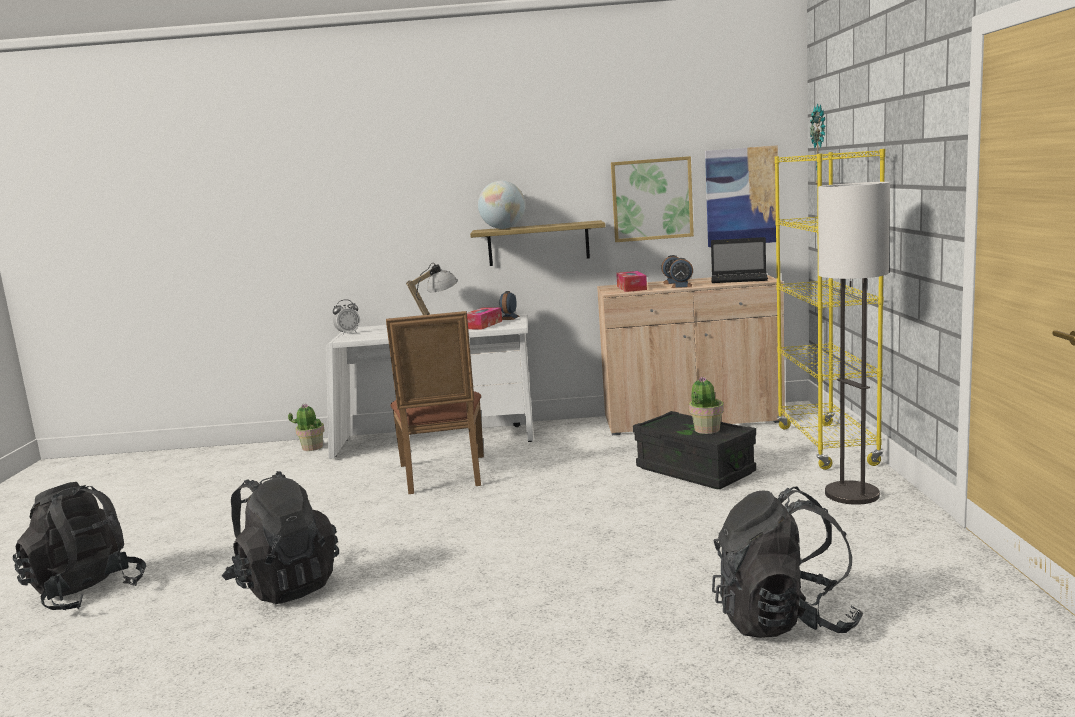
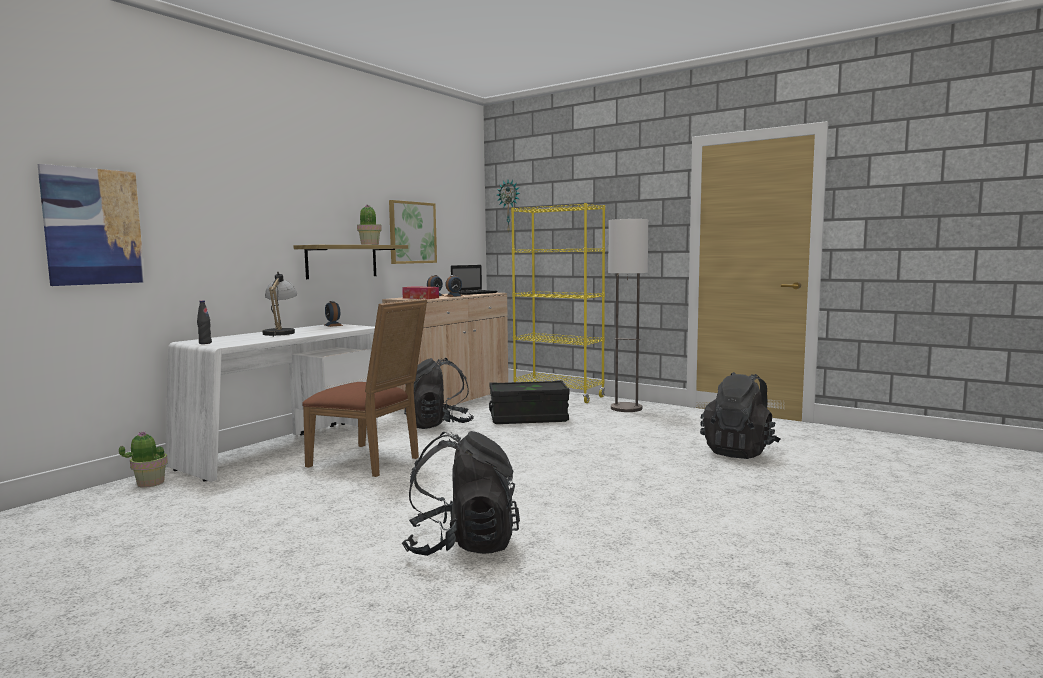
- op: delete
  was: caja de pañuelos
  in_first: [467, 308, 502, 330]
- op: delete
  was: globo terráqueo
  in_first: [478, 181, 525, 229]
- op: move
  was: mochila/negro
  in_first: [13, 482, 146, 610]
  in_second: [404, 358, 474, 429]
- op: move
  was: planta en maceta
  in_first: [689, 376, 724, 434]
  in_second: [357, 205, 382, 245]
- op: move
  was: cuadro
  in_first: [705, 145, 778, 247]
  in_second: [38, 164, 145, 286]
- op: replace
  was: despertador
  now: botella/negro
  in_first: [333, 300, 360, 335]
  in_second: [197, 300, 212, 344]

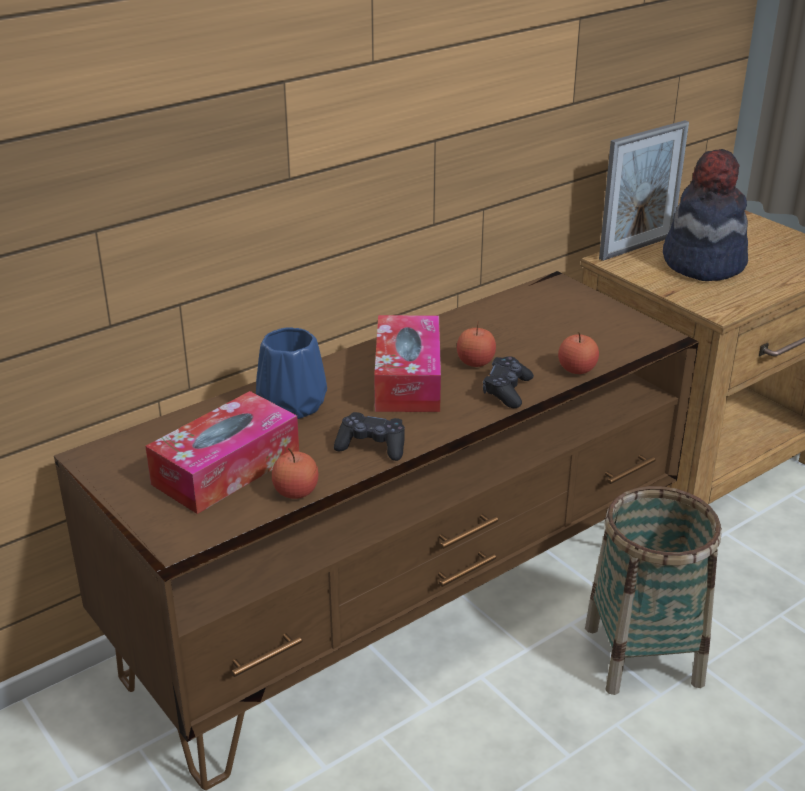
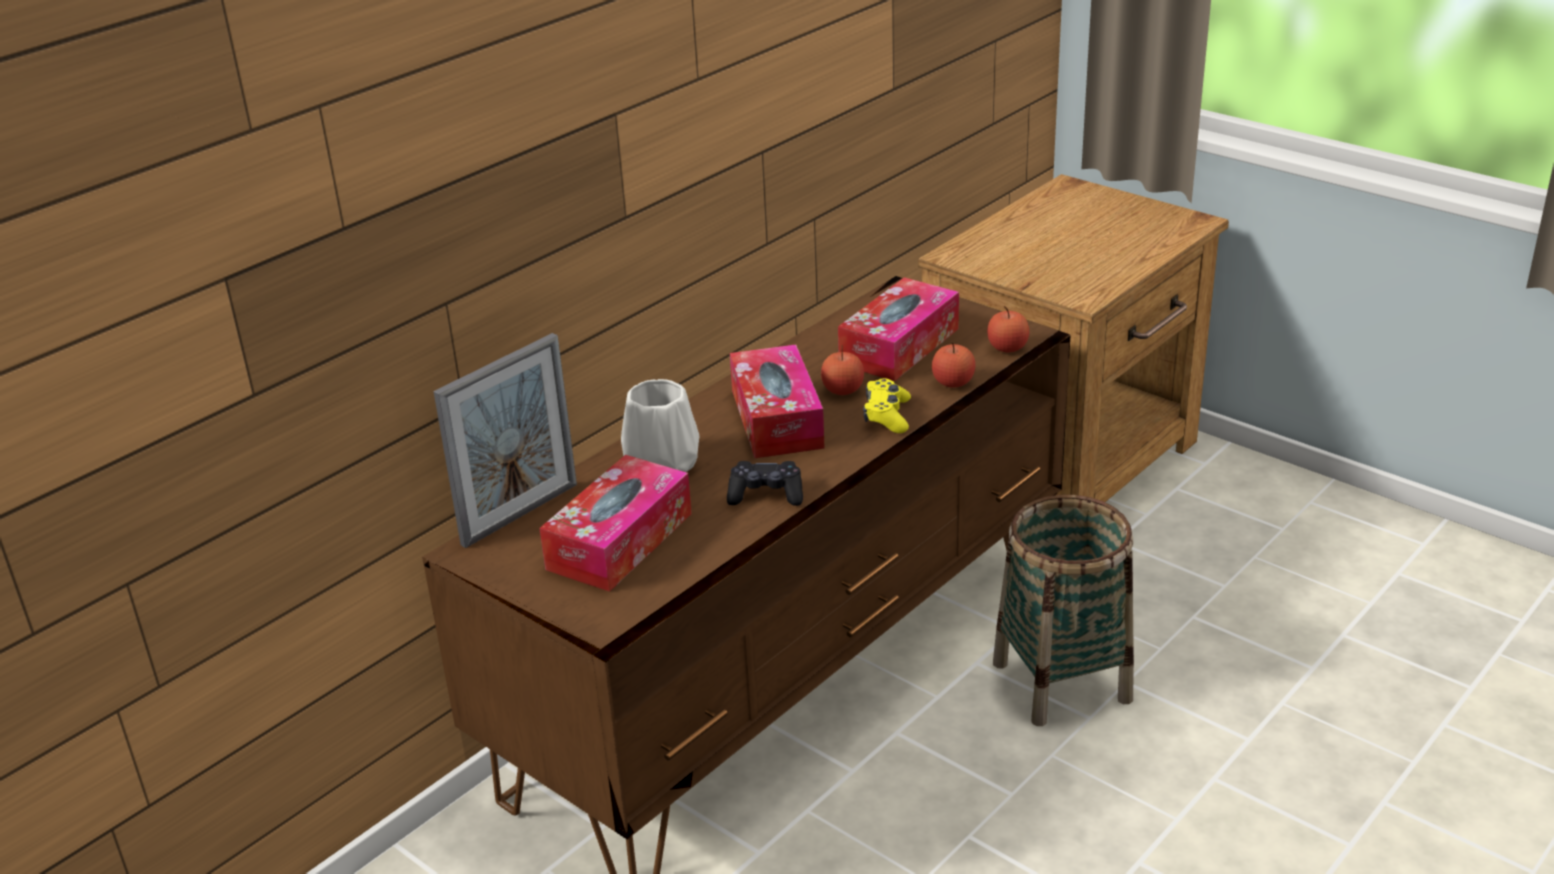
- op: delete
  was: sombrero
  in_first: [663, 149, 748, 281]
- op: insert
  now: caja de pañuelos
  in_second: [838, 277, 959, 381]
- op: move
  was: manzana
  in_first: [272, 448, 318, 499]
  in_second: [987, 306, 1029, 352]
- op: move
  was: portarretratos
  in_first: [599, 120, 689, 261]
  in_second: [433, 333, 577, 548]
- op: recolor
  was: florero/azul
  now: florero/blanco
  in_first: [256, 328, 327, 419]
  in_second: [621, 379, 699, 472]
- op: recolor
  was: mando de consola/negro
  now: mando de consola/amarillo
  in_first: [483, 356, 534, 408]
  in_second: [863, 378, 911, 433]

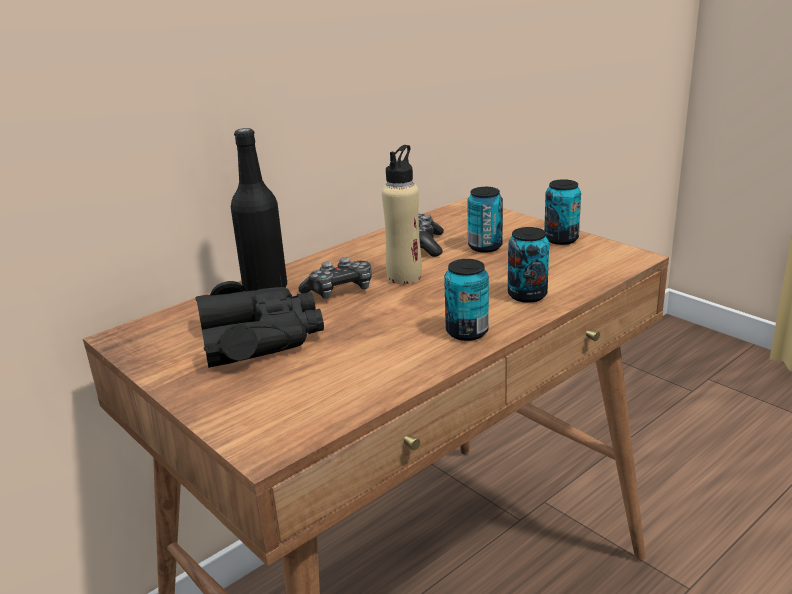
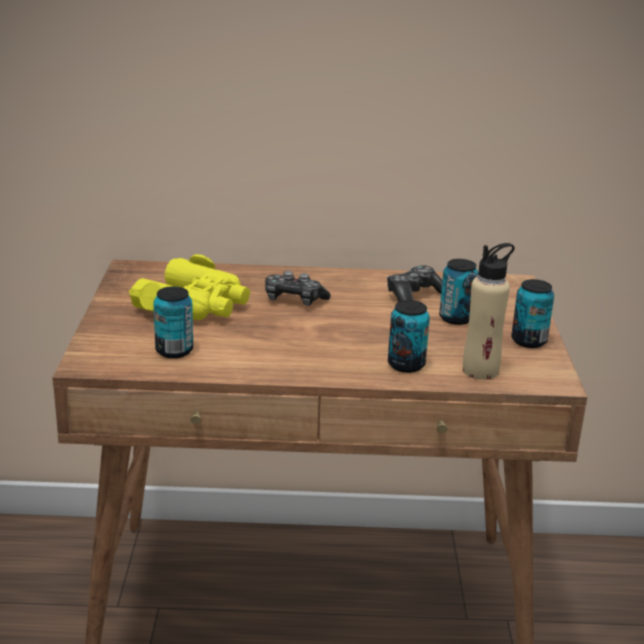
- op: delete
  was: botella/negro
  in_first: [231, 128, 287, 291]
- op: move
  was: botella/beis
  in_first: [382, 145, 422, 284]
  in_second: [463, 243, 515, 380]
- op: move
  was: lata
  in_first: [444, 259, 489, 341]
  in_second: [153, 286, 193, 358]
- op: recolor
  was: prismáticos/negro
  now: prismáticos/amarillo
  in_first: [196, 281, 324, 368]
  in_second: [129, 254, 250, 320]

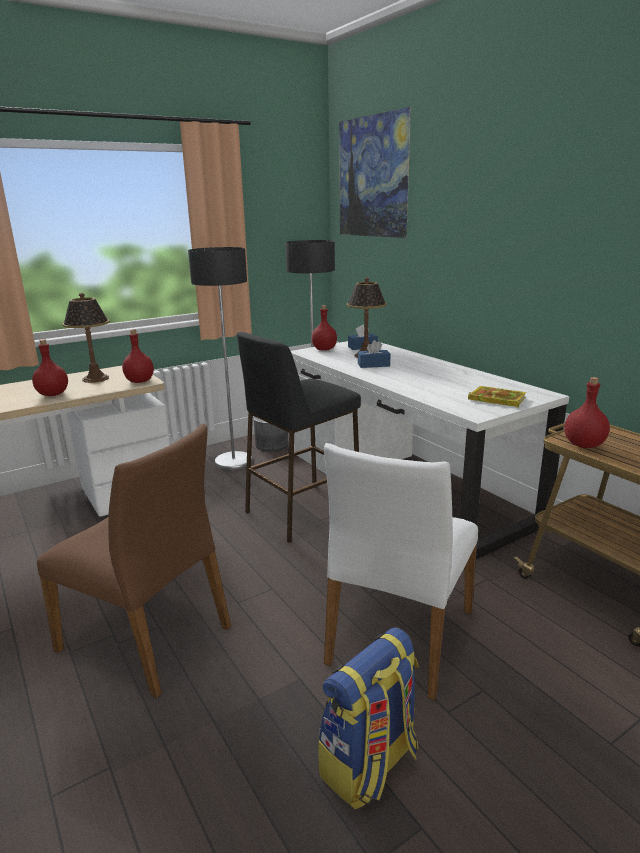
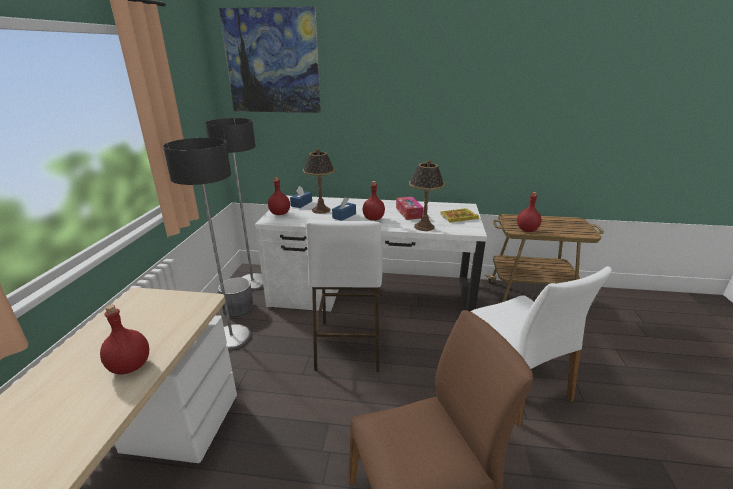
- op: delete
  was: mochila
  in_first: [318, 627, 419, 809]
- op: insert
  now: caja de pañuelos
  in_second: [396, 197, 424, 220]
- op: move
  was: lámpara de mesa
  in_first: [62, 293, 110, 383]
  in_second: [409, 160, 445, 231]
- op: move
  was: botella/rojo
  in_first: [122, 330, 154, 383]
  in_second: [363, 181, 385, 221]
- op: recolor
  was: taburete/negro
  now: taburete/blanco
  in_first: [237, 332, 361, 543]
  in_second: [306, 220, 383, 372]

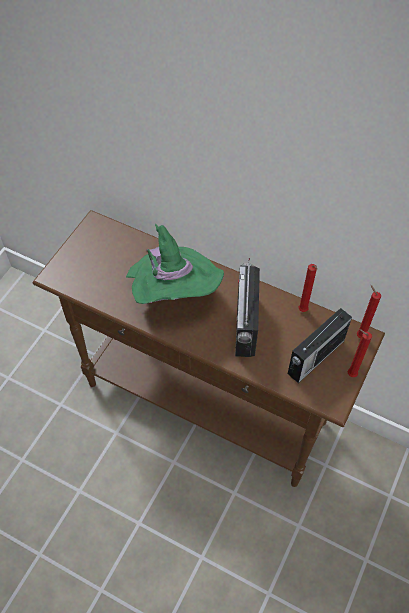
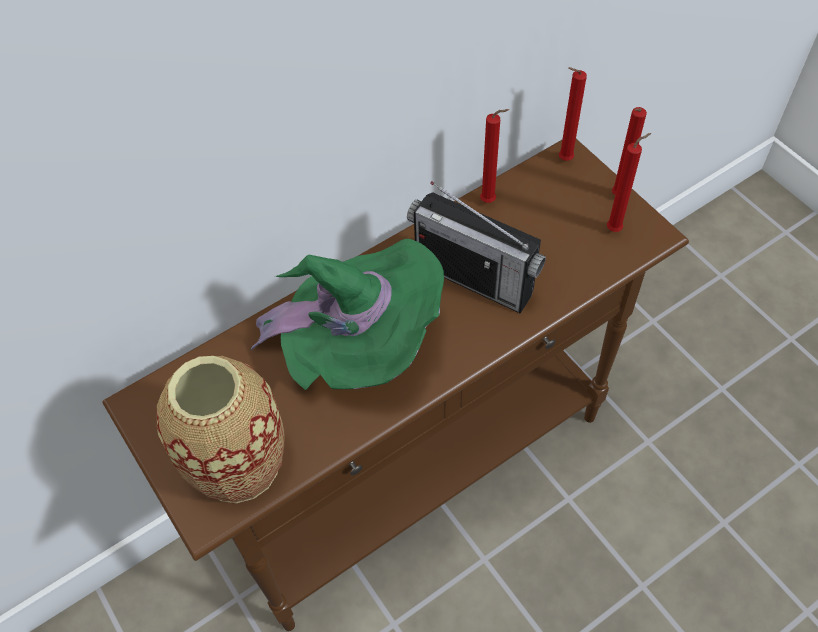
- op: delete
  was: radio
  in_first: [288, 308, 352, 383]
- op: insert
  now: florero
  in_second: [157, 356, 285, 503]
- op: insert
  now: vela/rojo
  in_second: [607, 133, 651, 232]

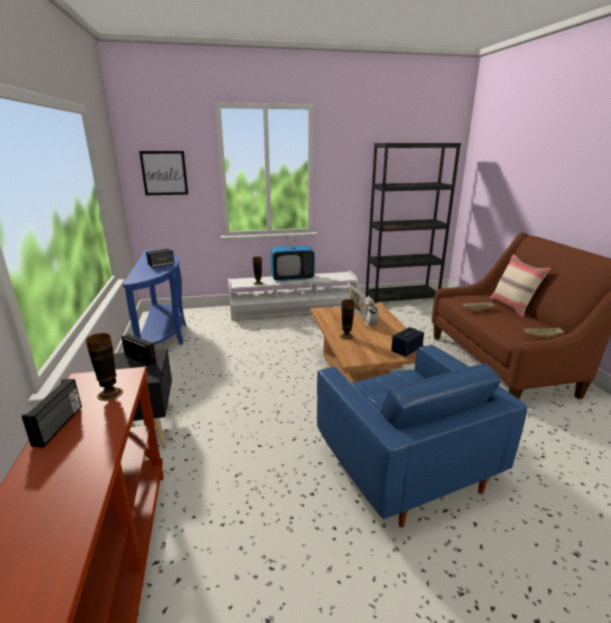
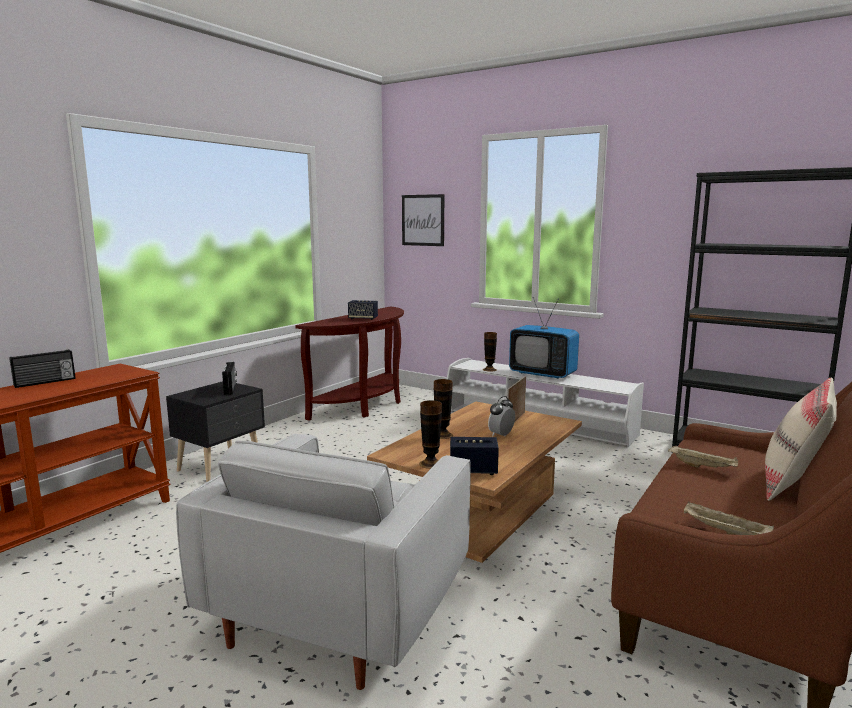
- op: move
  was: florero
  in_first: [86, 333, 123, 401]
  in_second: [419, 400, 442, 469]
- op: recolor
  was: mesa consola/azul
  now: mesa consola/marrón
  in_first: [123, 249, 186, 345]
  in_second: [295, 306, 404, 421]
- op: recolor
  was: sillón/azul
  now: sillón/blanco
  in_first: [317, 345, 527, 527]
  in_second: [176, 434, 471, 690]

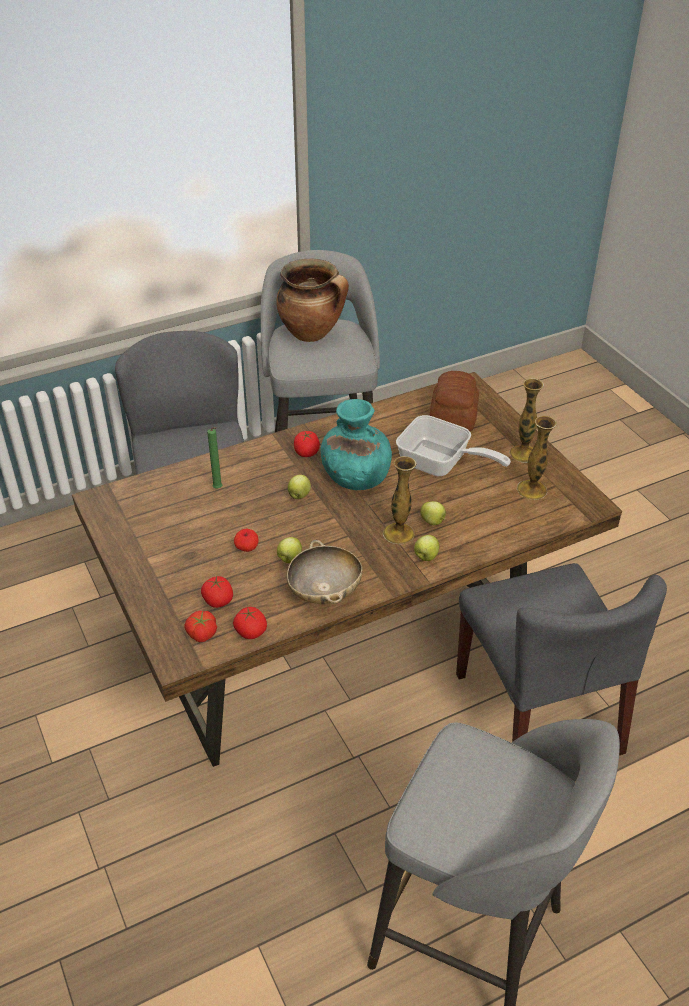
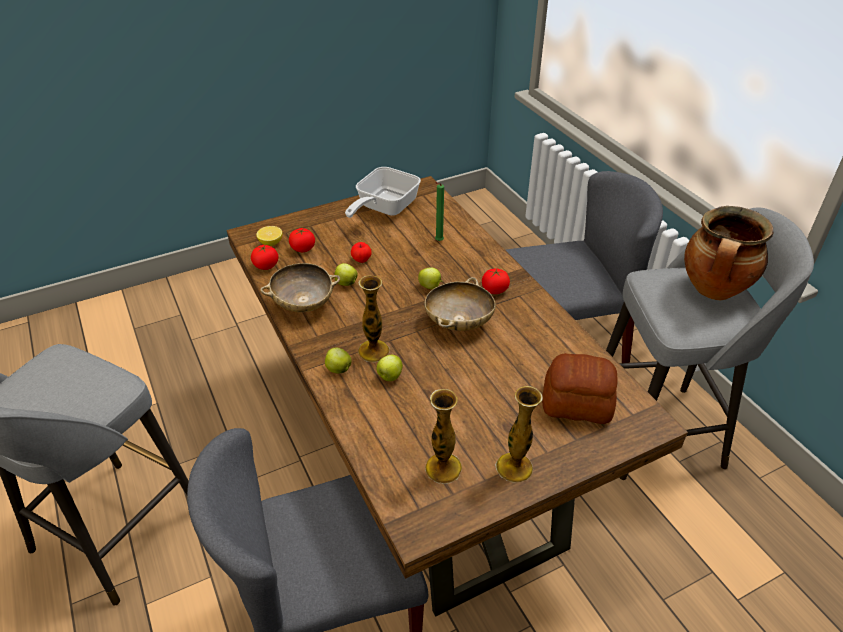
- op: move
  was: sartén
  in_first: [396, 415, 511, 476]
  in_second: [345, 167, 421, 218]
- op: replace
  was: tomate
  now: limón
  in_first: [185, 610, 217, 642]
  in_second: [256, 226, 282, 246]
- op: replace
  was: florero/turquesa
  now: cuenco/beis
  in_first: [321, 399, 392, 490]
  in_second: [424, 277, 496, 331]

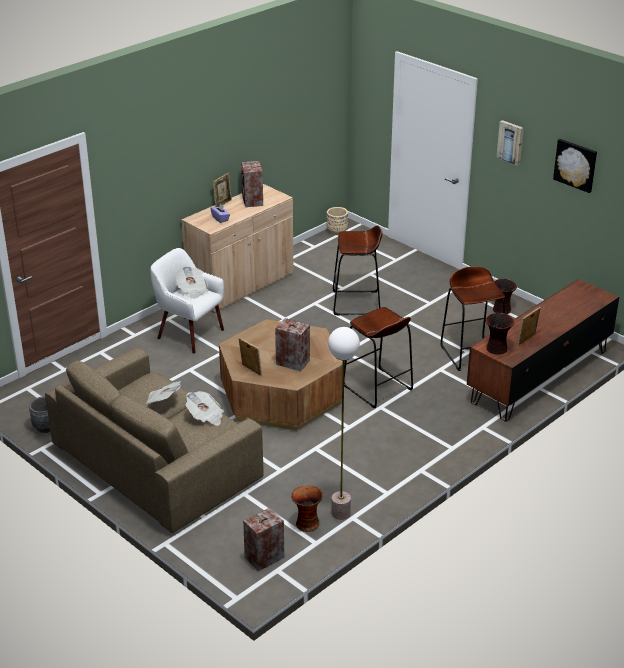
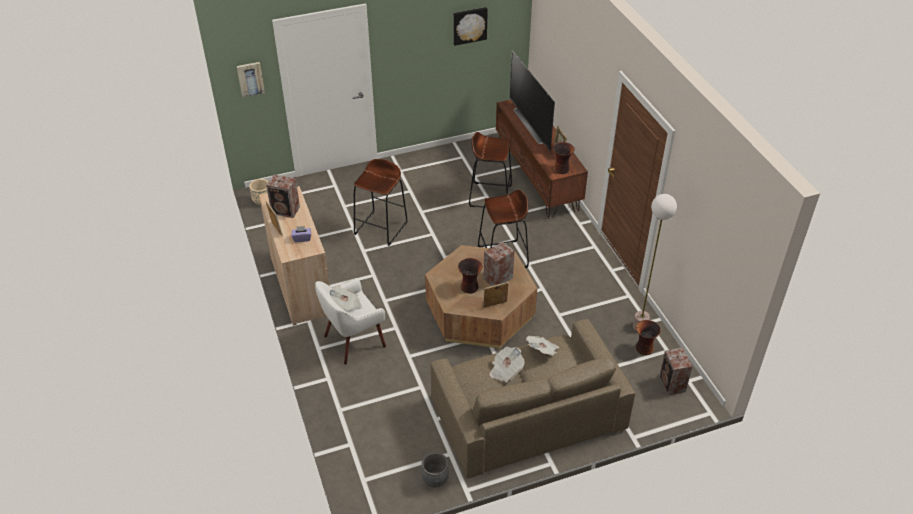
- op: insert
  now: televisor
  in_second: [510, 50, 555, 151]
- op: move
  was: florero
  in_first: [493, 279, 517, 314]
  in_second: [458, 258, 483, 294]
- op: move
  was: cuadro
  in_first: [496, 120, 524, 166]
  in_second: [237, 62, 265, 97]

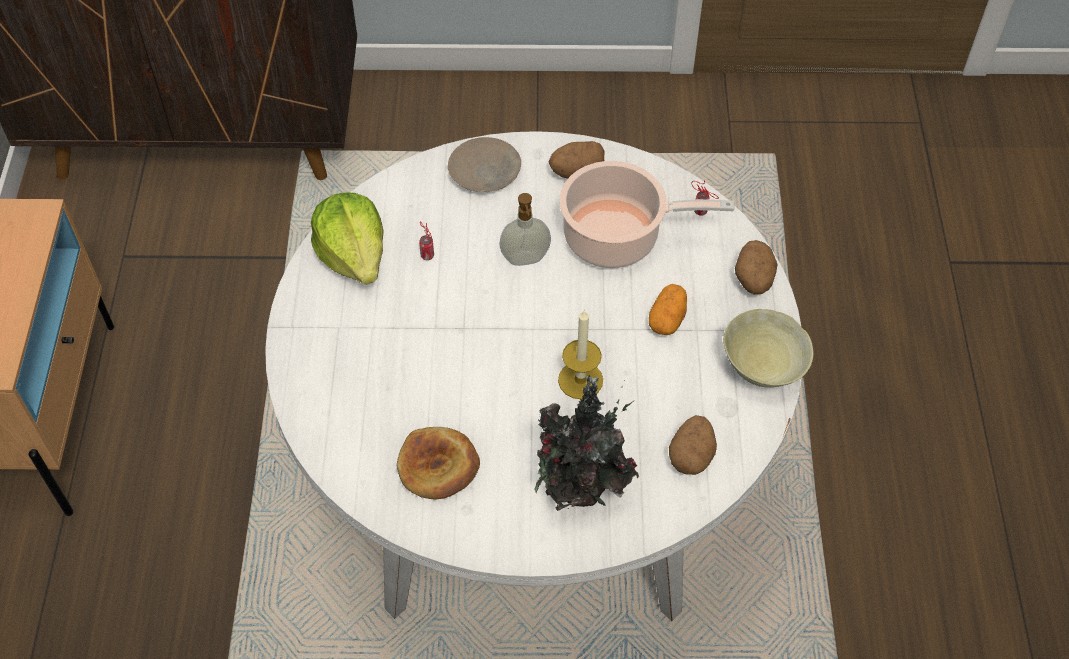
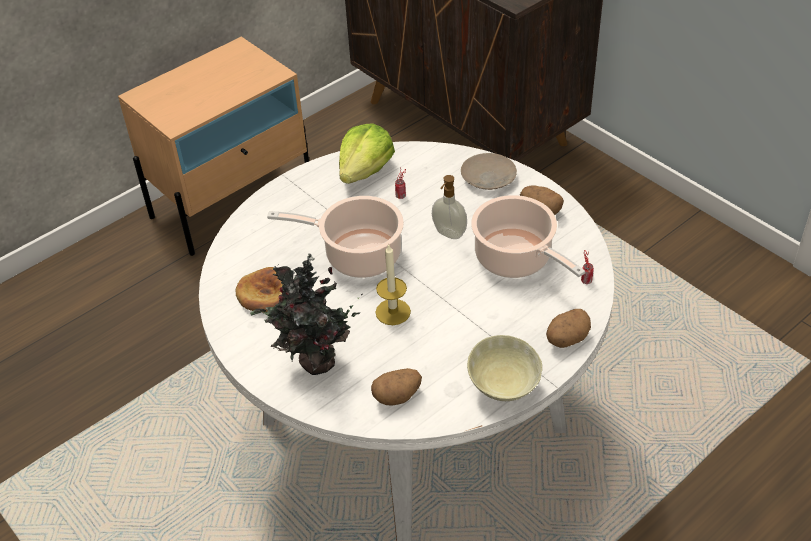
- op: delete
  was: patata
  in_first: [649, 284, 687, 335]
- op: insert
  now: olla
  in_second: [267, 196, 404, 278]

